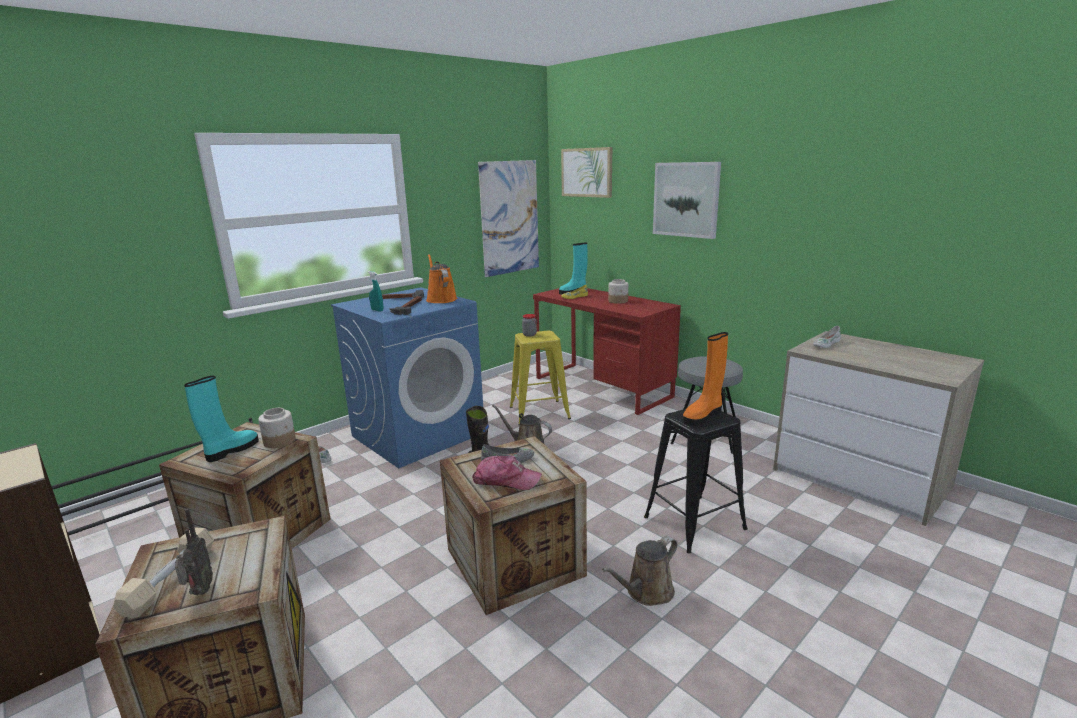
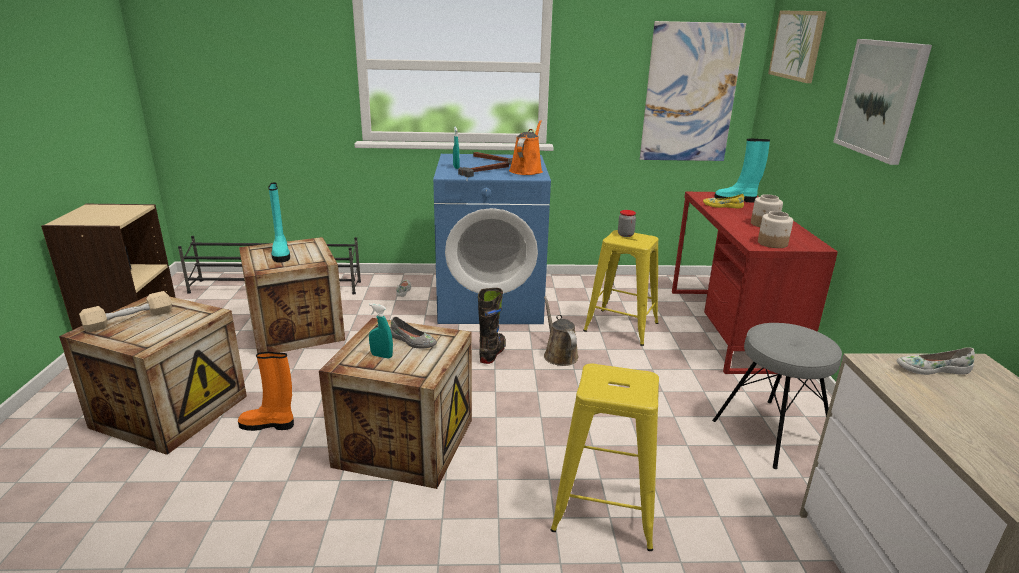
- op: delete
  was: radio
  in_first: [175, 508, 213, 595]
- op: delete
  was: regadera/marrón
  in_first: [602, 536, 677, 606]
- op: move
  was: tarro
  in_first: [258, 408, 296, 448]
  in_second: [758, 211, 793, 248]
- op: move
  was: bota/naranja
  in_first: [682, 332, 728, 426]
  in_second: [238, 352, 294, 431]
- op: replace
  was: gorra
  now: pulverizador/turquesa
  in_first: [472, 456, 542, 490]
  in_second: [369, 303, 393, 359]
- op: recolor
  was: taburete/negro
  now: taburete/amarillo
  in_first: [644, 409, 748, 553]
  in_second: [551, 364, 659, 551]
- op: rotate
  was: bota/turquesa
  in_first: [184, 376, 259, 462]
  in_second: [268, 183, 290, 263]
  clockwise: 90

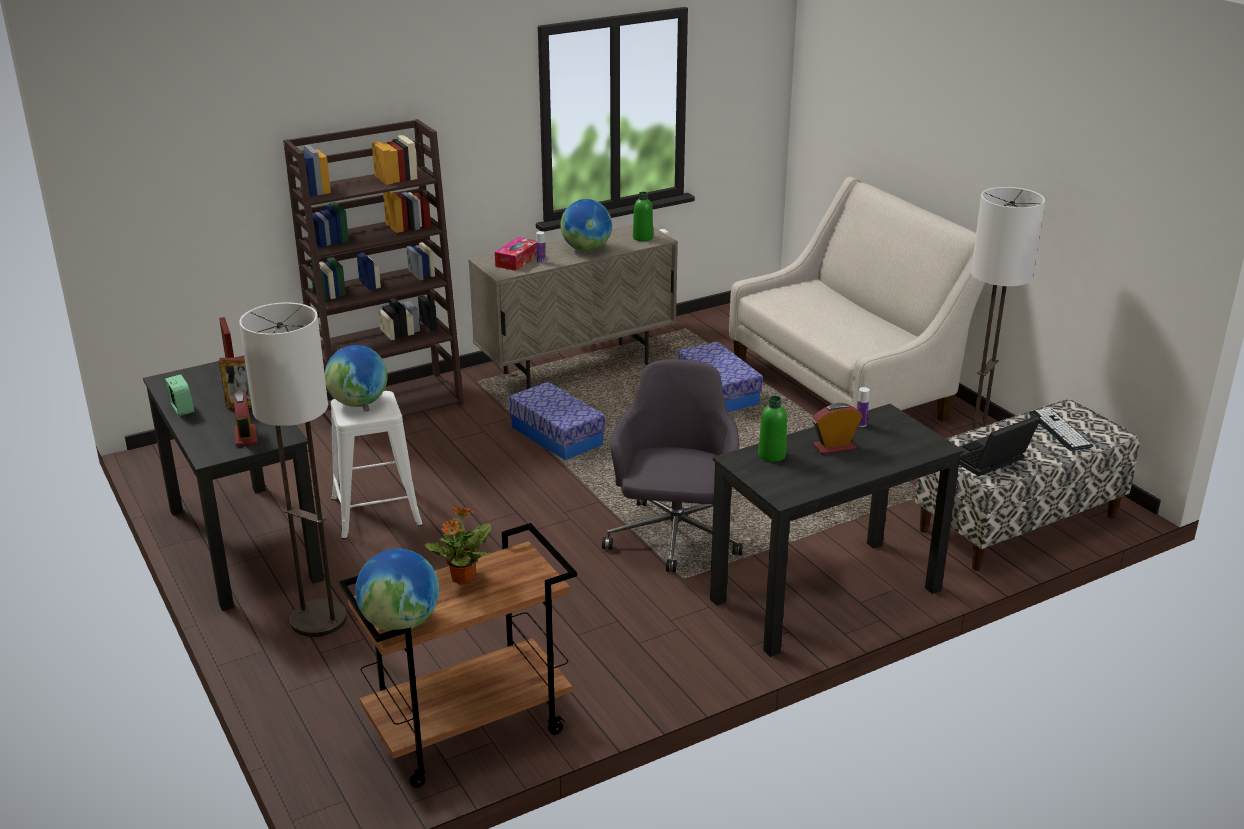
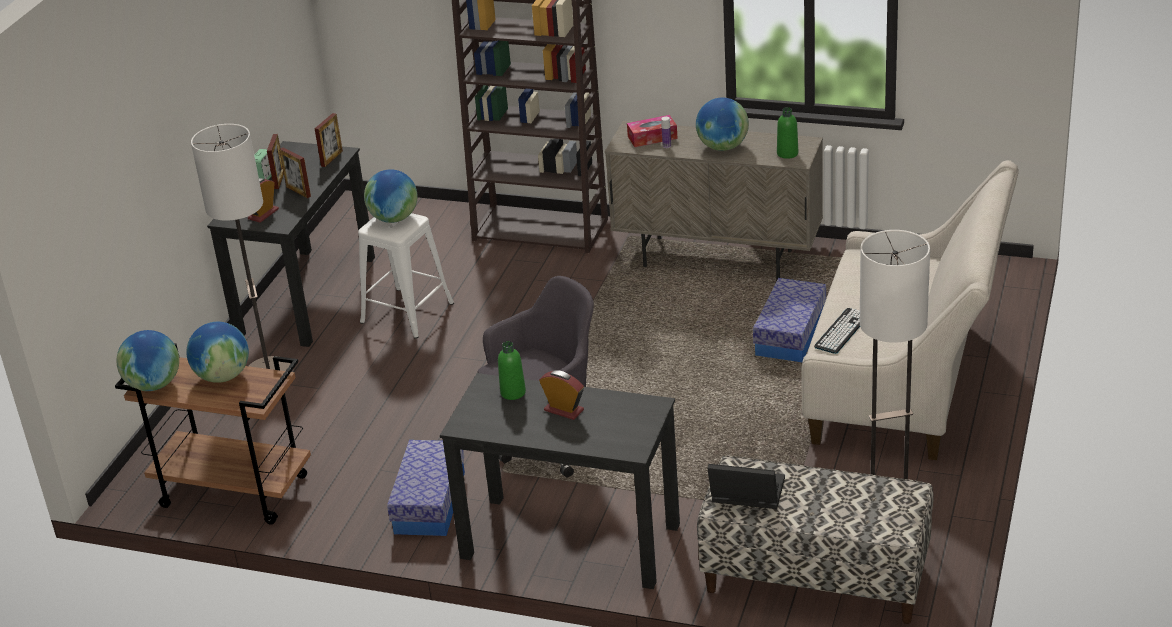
- op: delete
  was: botella
  in_first: [857, 387, 870, 427]
- op: insert
  now: portarretratos
  in_second: [267, 134, 284, 189]
- op: move
  was: caja de almacenaje
  in_first: [508, 382, 605, 460]
  in_second: [387, 440, 465, 536]
- op: move
  was: teclado
  in_first: [1029, 408, 1093, 451]
  in_second: [814, 308, 860, 354]
- op: replace
  was: planta en maceta
  now: globo terráqueo
  in_first: [425, 506, 491, 584]
  in_second: [186, 322, 249, 383]

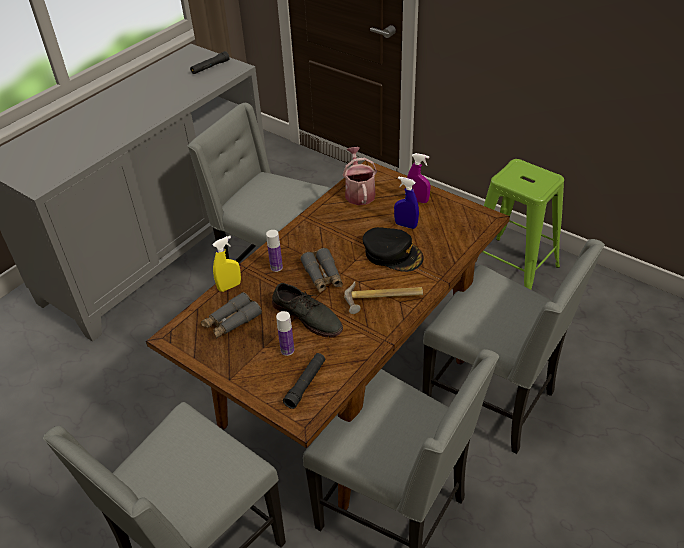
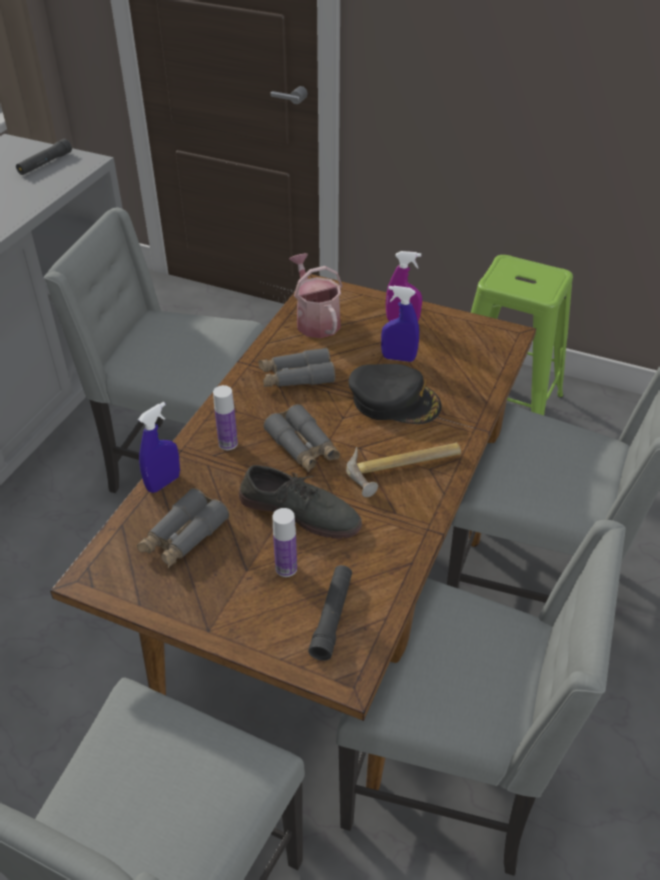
- op: insert
  now: prismáticos/gris
  in_second: [259, 348, 335, 387]
- op: recolor
  was: pulverizador/amarillo
  now: pulverizador/azul
  in_first: [212, 236, 241, 292]
  in_second: [138, 402, 180, 493]

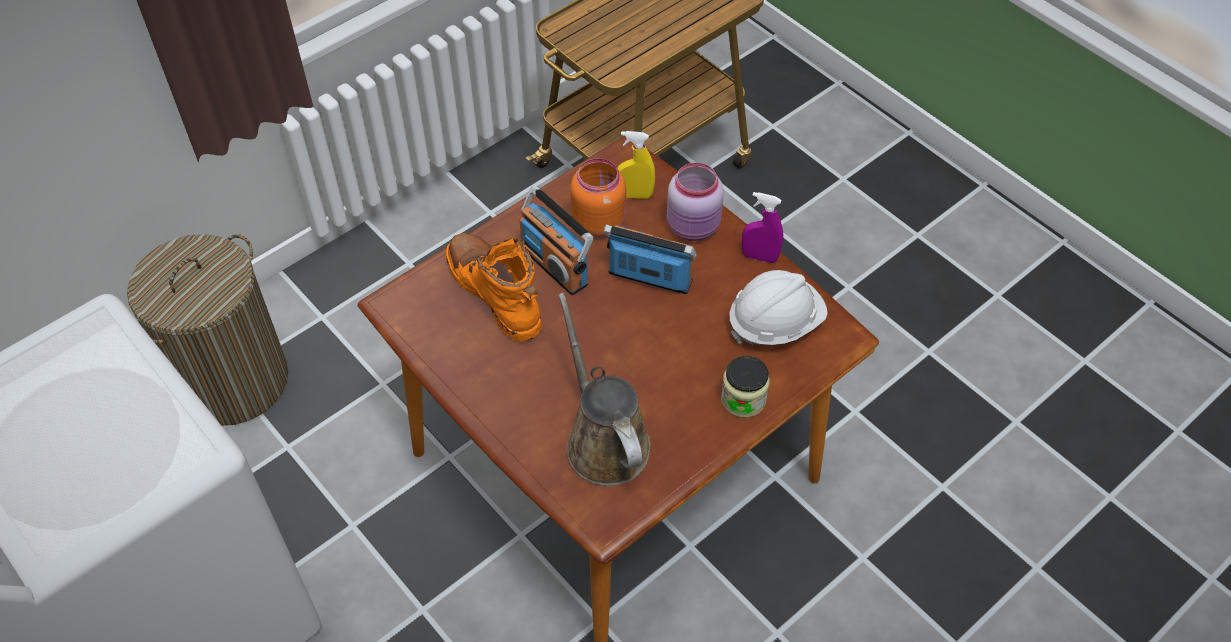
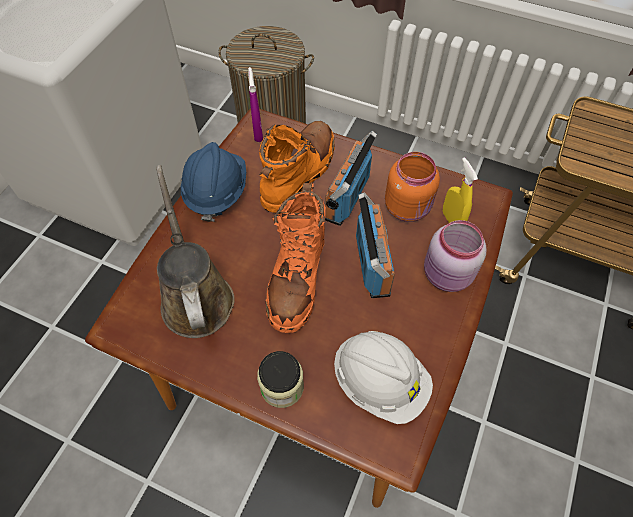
- op: insert
  now: casco/azul
  in_second: [181, 142, 246, 222]
- op: insert
  now: bota/naranja
  in_second: [266, 182, 326, 333]
- op: move
  was: pulverizador/morado
  in_first: [742, 192, 783, 263]
  in_second: [248, 67, 263, 142]
- op: rotate
  was: regadera/marrón
  in_first: [558, 293, 651, 486]
  in_second: [156, 165, 235, 338]
  clockwise: -60

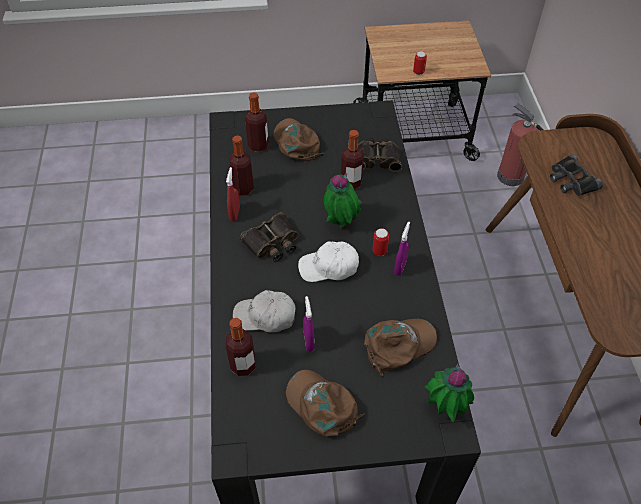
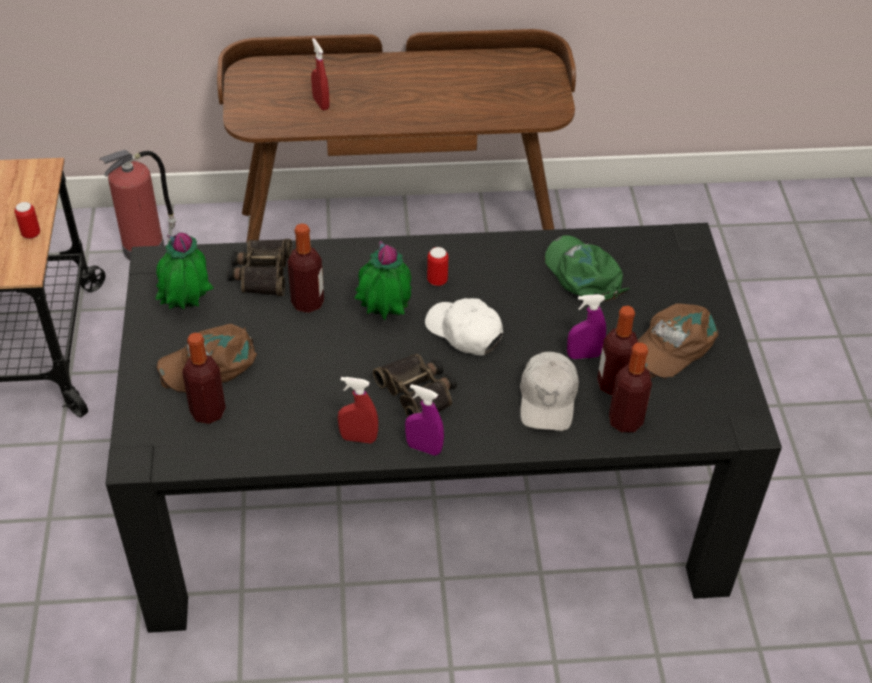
- op: move
  was: botella
  in_first: [229, 135, 254, 196]
  in_second: [597, 306, 638, 396]
- op: move
  was: pulverizador/morado
  in_first: [394, 222, 410, 276]
  in_second: [405, 384, 444, 456]
- op: move
  was: planta en maceta
  in_first: [424, 364, 474, 422]
  in_second: [156, 232, 214, 310]
- op: replace
  was: prismáticos/negro
  now: pulverizador/rojo
  in_first: [550, 154, 603, 196]
  in_second: [311, 38, 329, 110]
- op: recolor
  was: gorra/marrón
  now: gorra/verde
  in_first: [364, 319, 437, 376]
  in_second: [544, 235, 630, 301]
- op: rotate
  was: gorra/blanco
  in_first: [298, 242, 359, 282]
  in_second: [425, 298, 503, 356]
  clockwise: 135

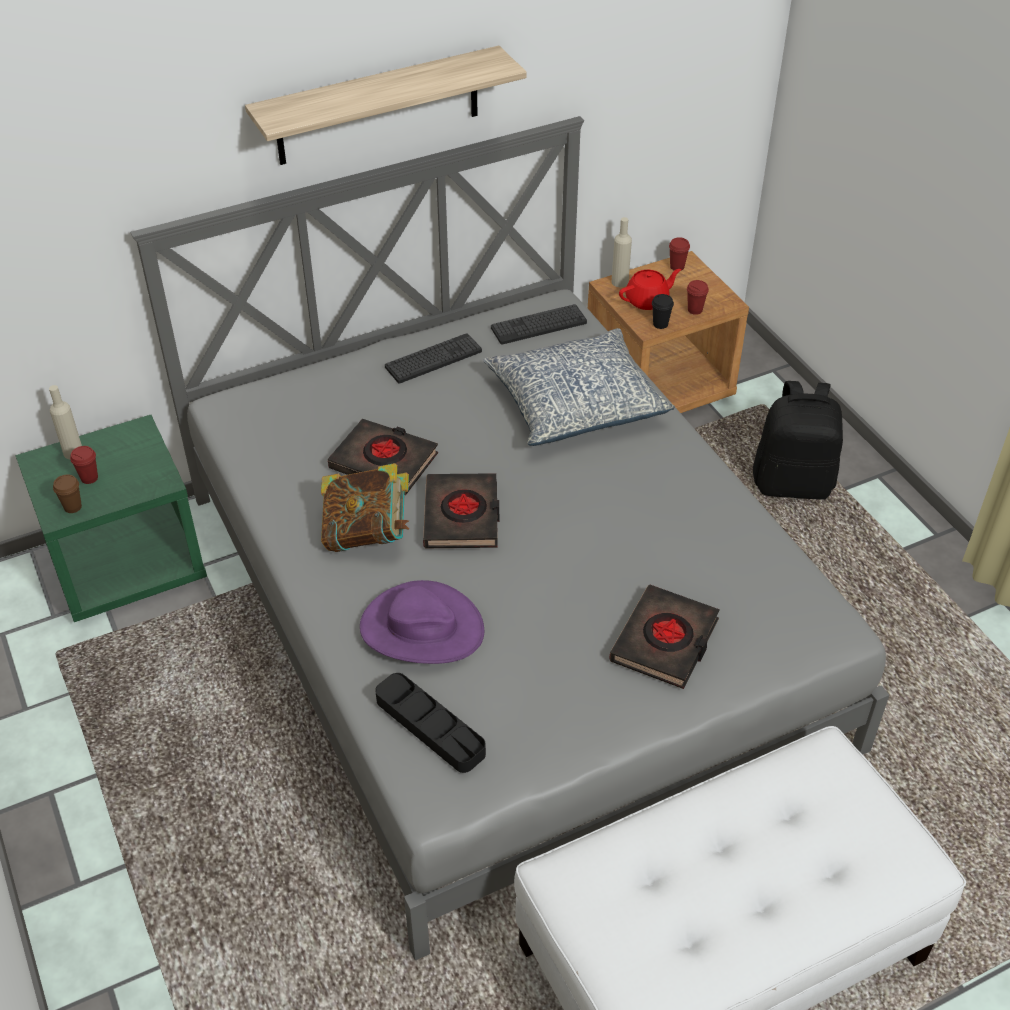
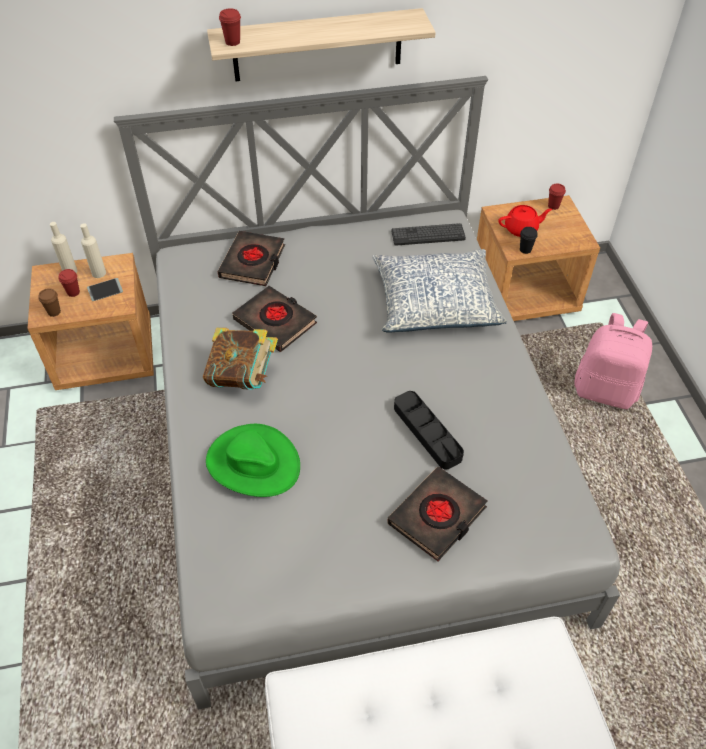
- op: delete
  was: teclado
  in_first: [385, 333, 482, 384]
- op: insert
  now: móvil
  in_second: [87, 278, 123, 301]
- op: move
  was: bandeja/negro
  in_first: [375, 673, 486, 773]
  in_second: [394, 391, 464, 470]
- op: move
  was: libro/negro
  in_first: [423, 473, 499, 548]
  in_second: [217, 231, 285, 286]
- op: move
  was: botella/beis
  in_first: [612, 217, 632, 287]
  in_second: [80, 223, 106, 278]
- op: move
  was: taza/rojo
  in_first: [687, 280, 709, 315]
  in_second: [219, 9, 241, 46]
- op: recolor
  was: mesita de noche/verde
  now: mesita de noche/marrón
  in_first: [16, 415, 207, 622]
  in_second: [28, 253, 154, 390]
- op: recolor
  was: sombrero/morado
  now: sombrero/verde
  in_first: [360, 580, 484, 664]
  in_second: [206, 424, 300, 497]
- op: recolor
  was: mochila/negro
  now: mochila/rosa
  in_first: [753, 381, 843, 500]
  in_second: [574, 313, 652, 409]

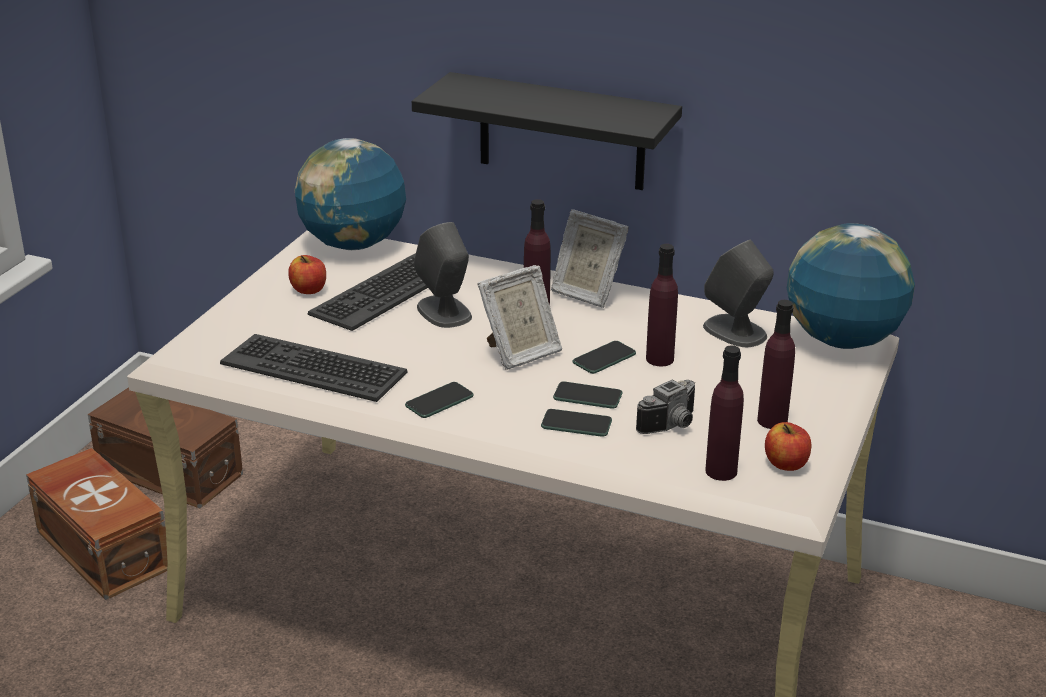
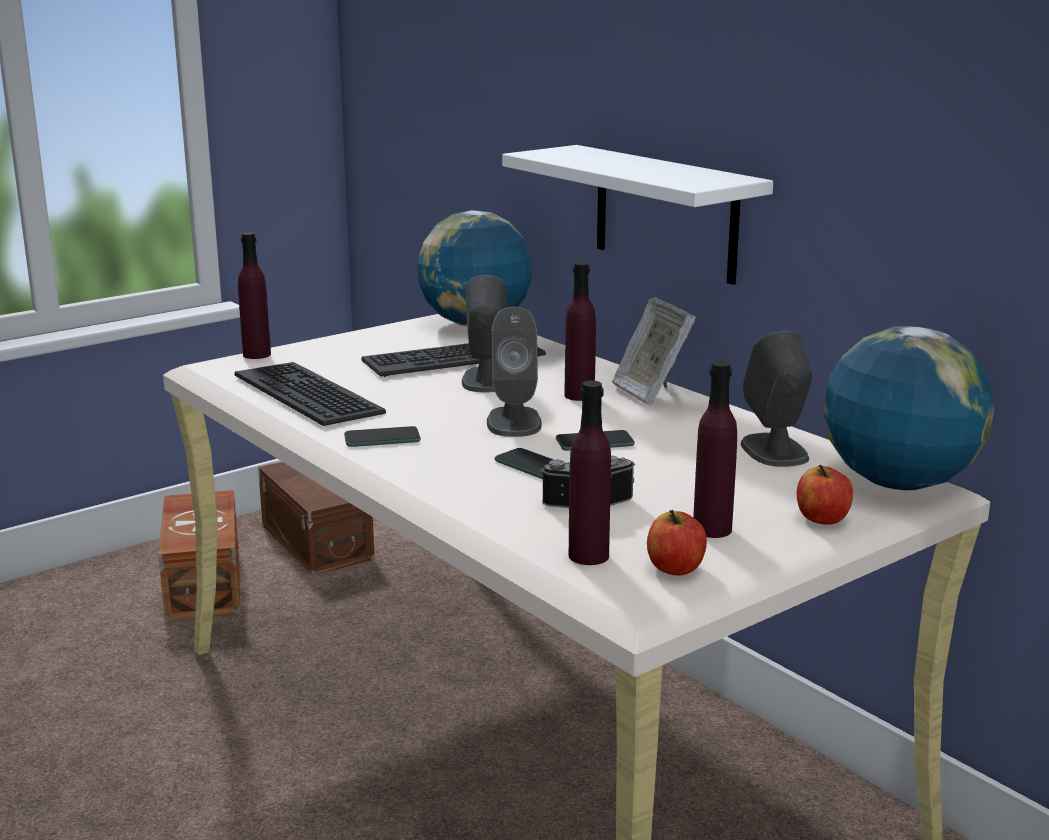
- op: delete
  was: móvil
  in_first: [541, 409, 612, 437]
- op: move
  was: manzana
  in_first: [288, 255, 326, 294]
  in_second: [797, 465, 853, 525]
- op: move
  was: botella/morado
  in_first: [646, 244, 678, 366]
  in_second: [238, 232, 271, 359]
- op: replace
  was: portarretratos
  now: altavoz/gris
  in_first: [477, 265, 562, 370]
  in_second: [487, 307, 542, 437]
- op: recolor
  was: estante/negro
  now: estante/blanco
  in_first: [412, 72, 682, 190]
  in_second: [502, 145, 773, 285]

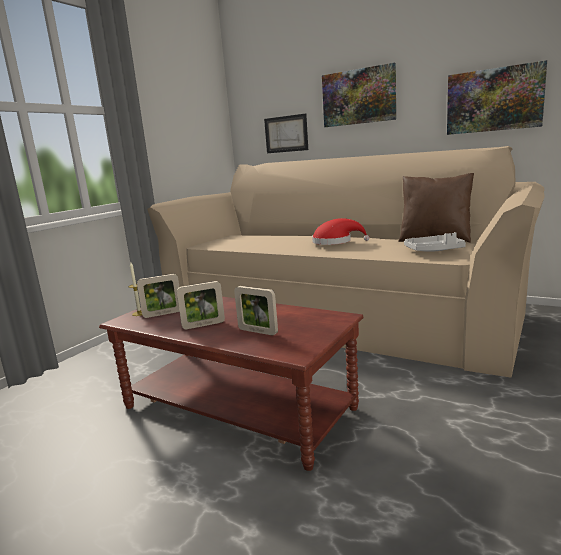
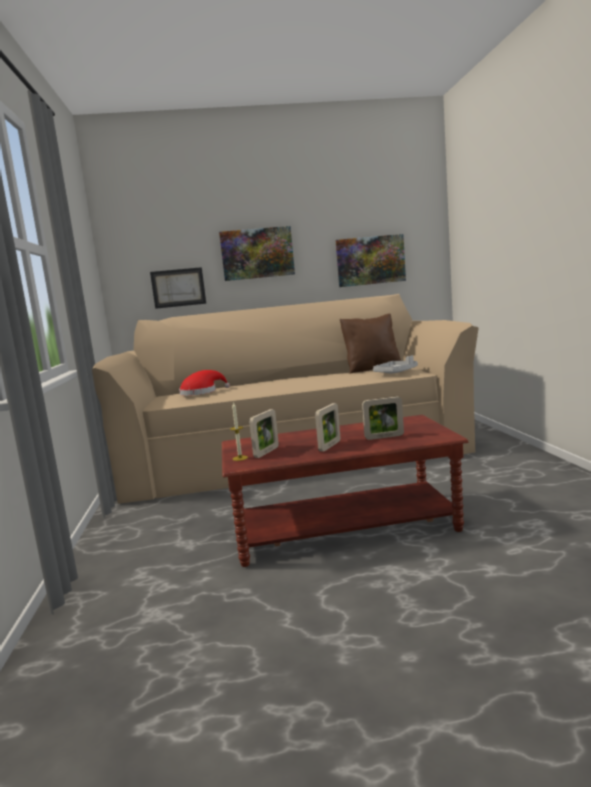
- op: move
  was: sombrero/rojo
  in_first: [312, 218, 370, 245]
  in_second: [179, 370, 230, 396]

